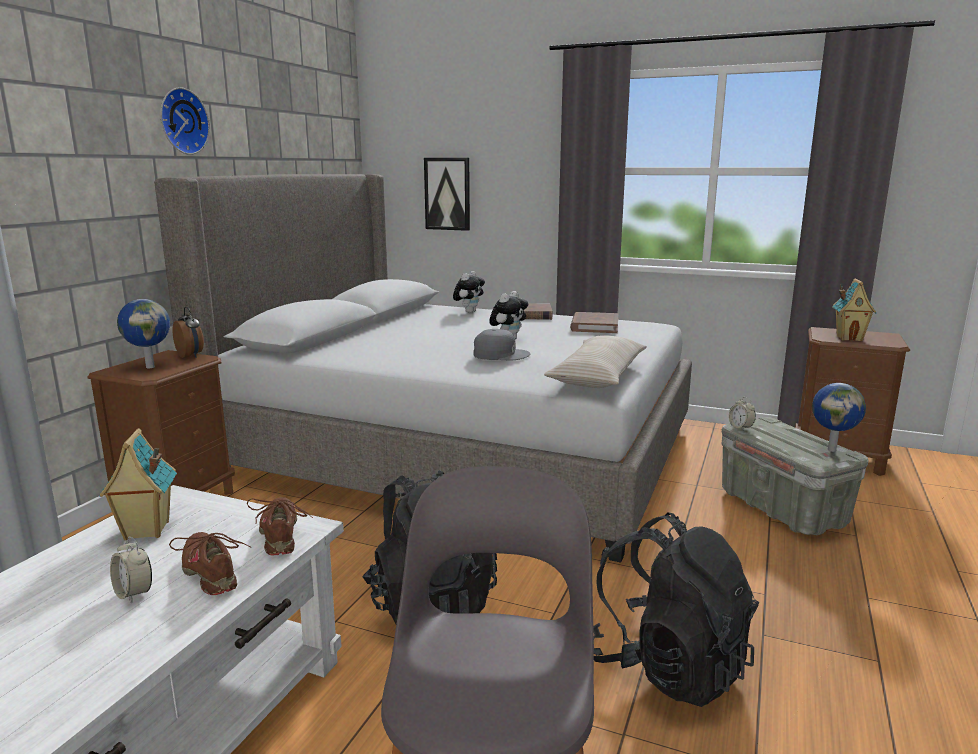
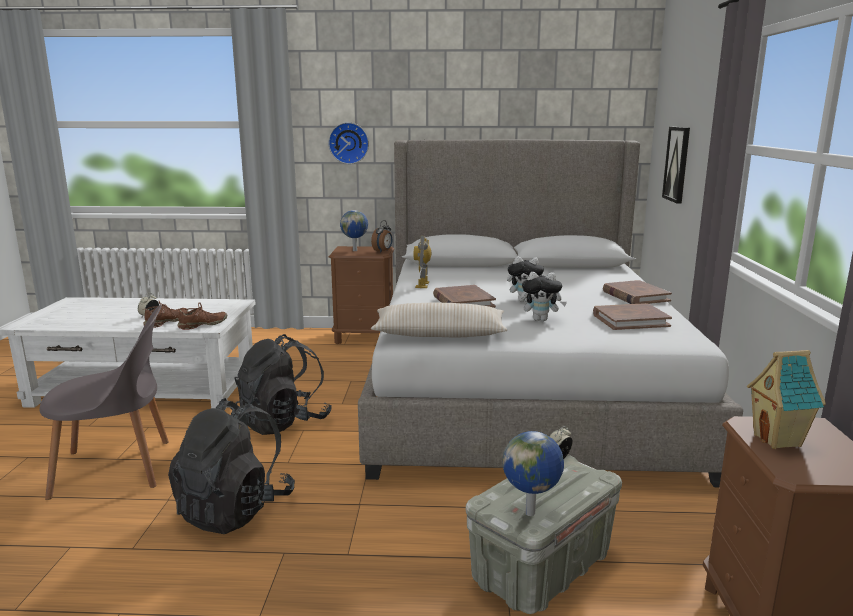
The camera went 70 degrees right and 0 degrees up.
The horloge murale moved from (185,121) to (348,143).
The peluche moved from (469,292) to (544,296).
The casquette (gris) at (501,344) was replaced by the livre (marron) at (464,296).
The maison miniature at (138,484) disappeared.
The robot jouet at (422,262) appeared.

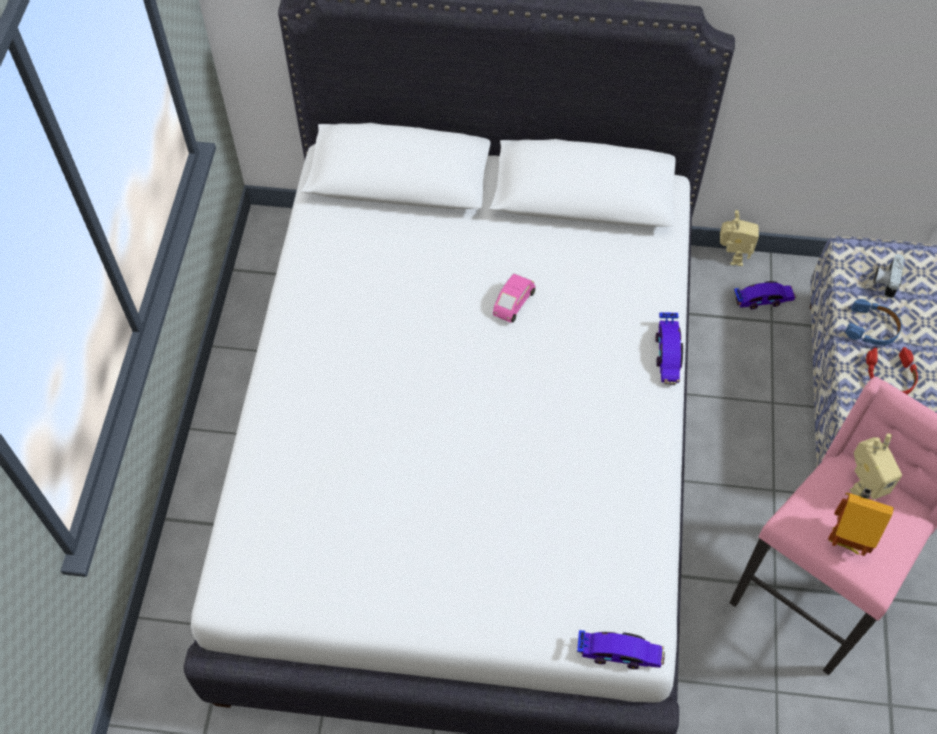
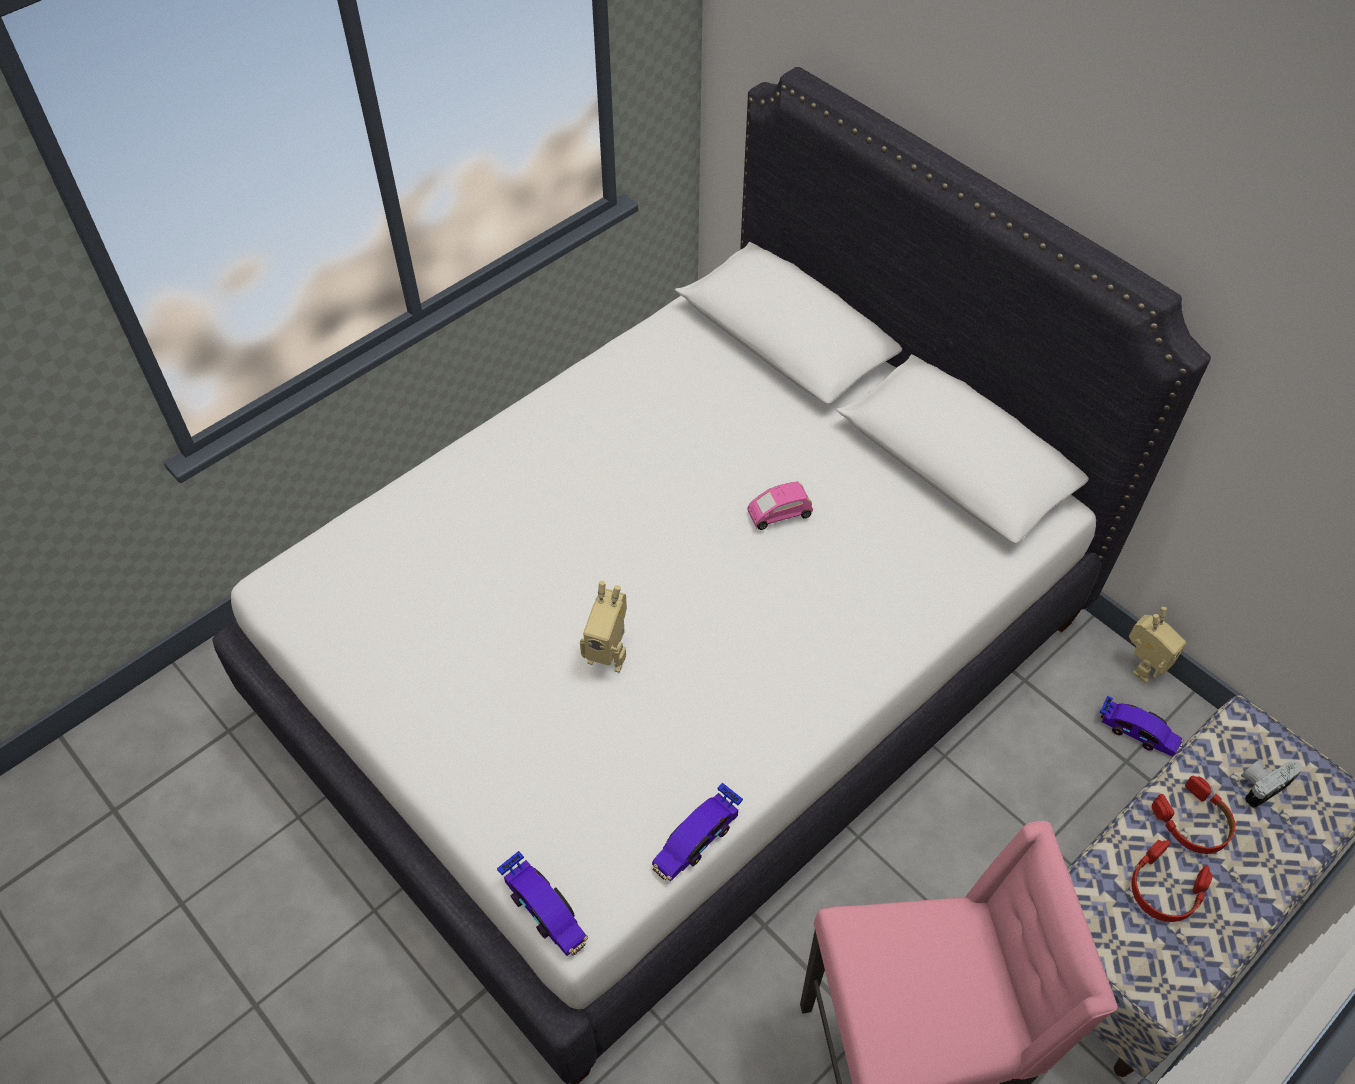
The camera went 40 degrees right and 5 degrees down.
The casque audio (bleu) at (873,322) became the casque audio (rouge) at (1193,815).
The petite voiture moved from (669,348) to (697,832).
The robot jouet moved from (876,466) to (603,627).
The maison miniature at (861,522) disappeared.

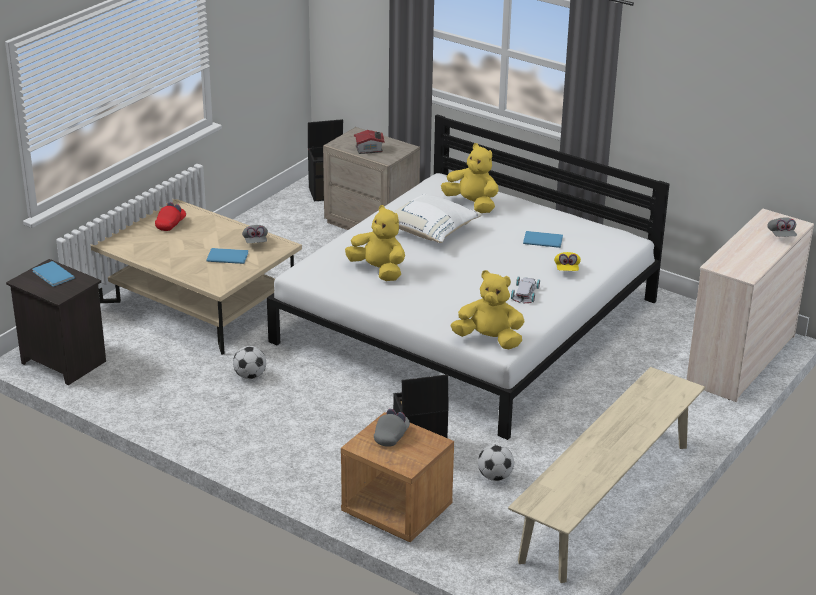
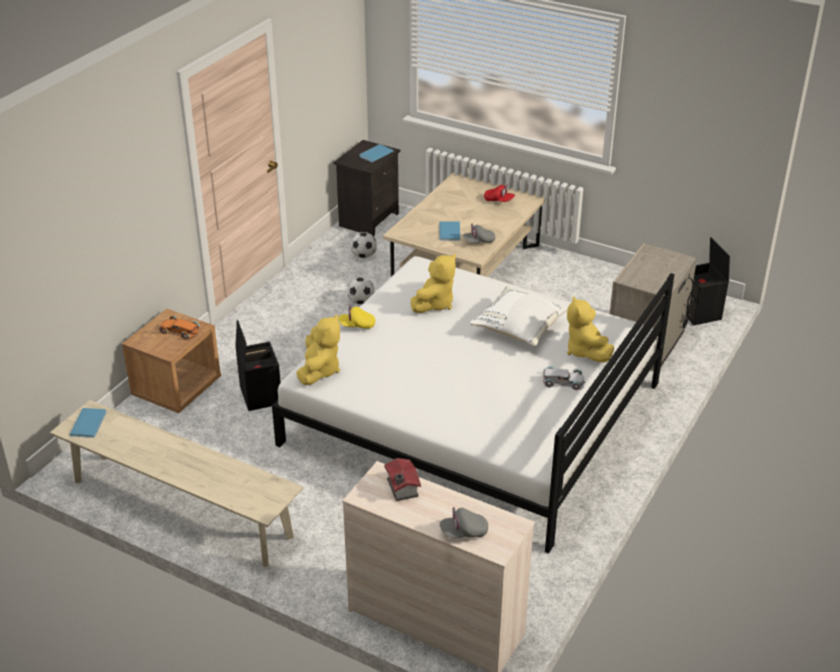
The camera went 85 degrees right and 5 degrees up.
The maison miniature moved from (369,142) to (402,479).
The peluche (jaune) at (470,178) turned 135 degrees clockwise.
The livre (bleu) moved from (543,239) to (87,423).
The casquette (jaune) moved from (567,261) to (356,317).
The petite voiture (blanc) moved from (525,290) to (564,378).
The casquette (gris) at (392,428) was replaced by the petite voiture (orange) at (179,328).
The ballon de foot moved from (496,462) to (364,245).

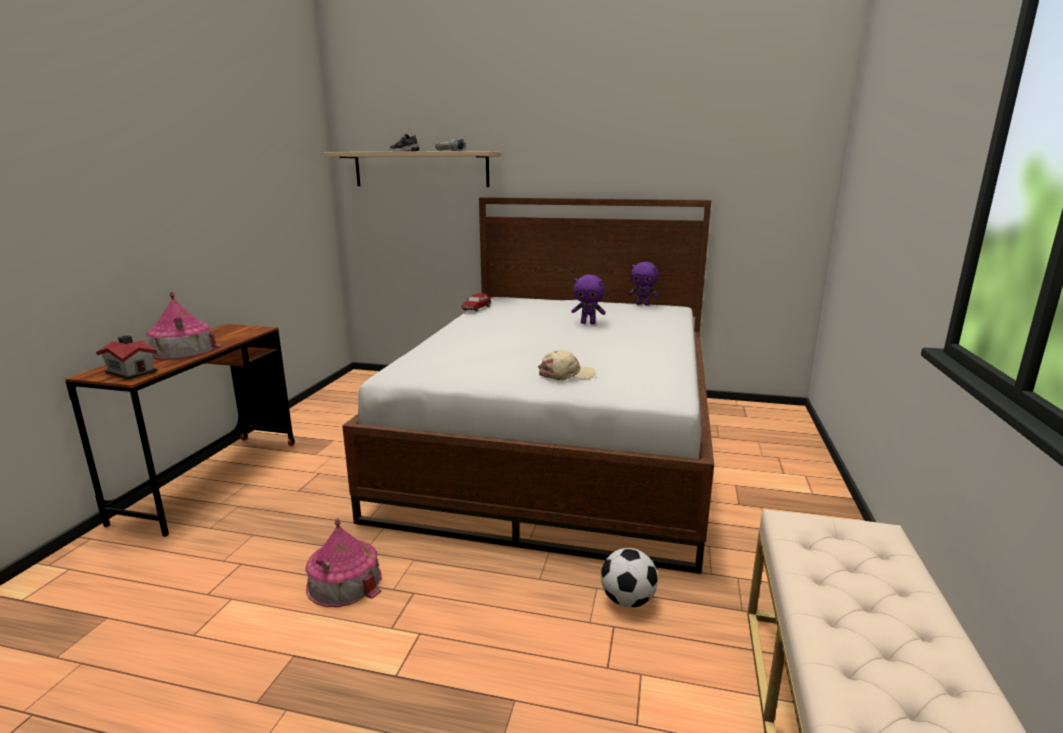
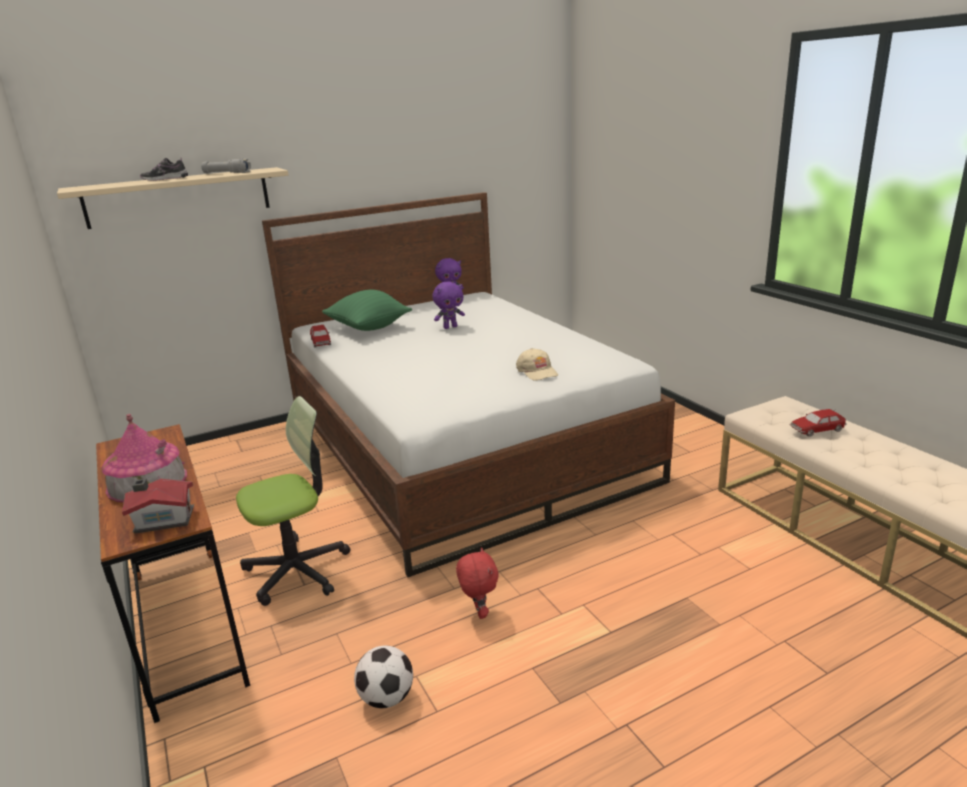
The camera went 40 degrees left and 5 degrees up.
The casquette (beige) at (567,365) turned 120 degrees clockwise.
The maison miniature at (343,562) was replaced by the peluche (rouge) at (477,583).
The ballon de foot moved from (629,578) to (383,677).
The coussin (vert) at (367,310) appeared.
The chaise de bureau at (293,501) appeared.
The petite voiture at (818,423) appeared.

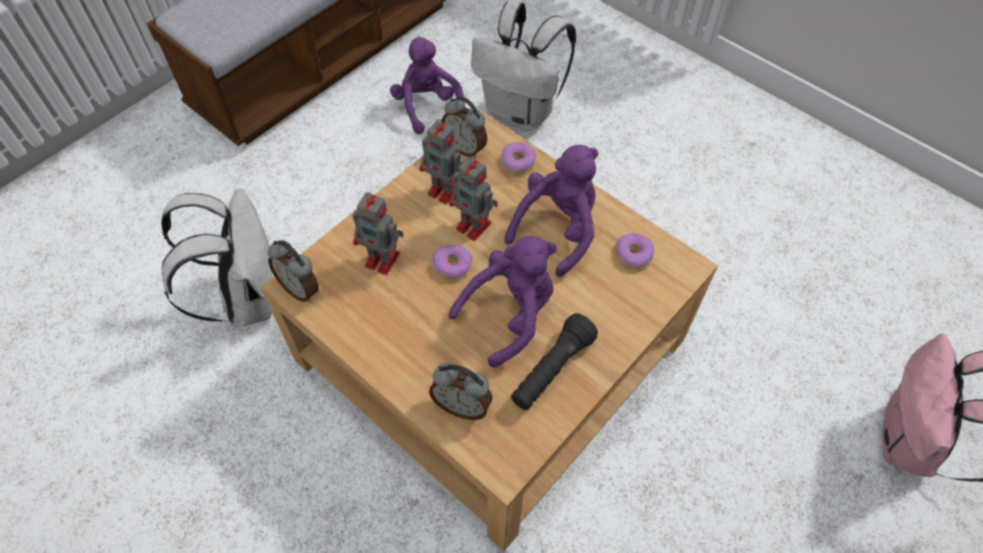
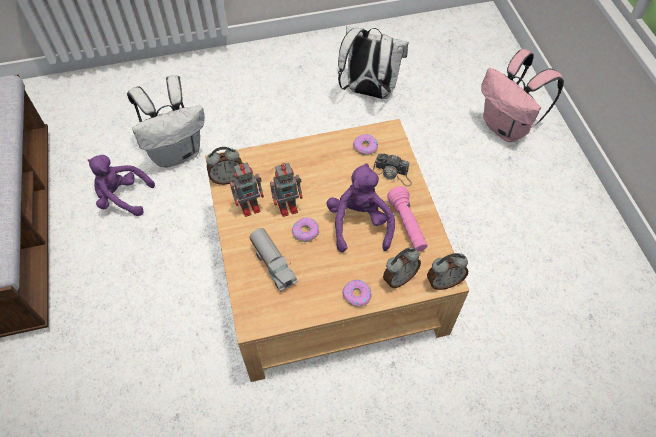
The camera went 55 degrees left and 0 degrees up.
The beignet moved from (519,157) to (357,293).
The peluche (violet) at (551,211) disappeared.
The sac à dos (blanc) moved from (216,257) to (373,62).
The robot jouet at (378,233) was replaced by the camion jouet at (273,260).
The réveil moved from (293,271) to (447,271).
The lampe de poche (noir) at (554,361) became the lampe de poche (rose) at (407,219).
The appareil photo at (392,169) appeared.

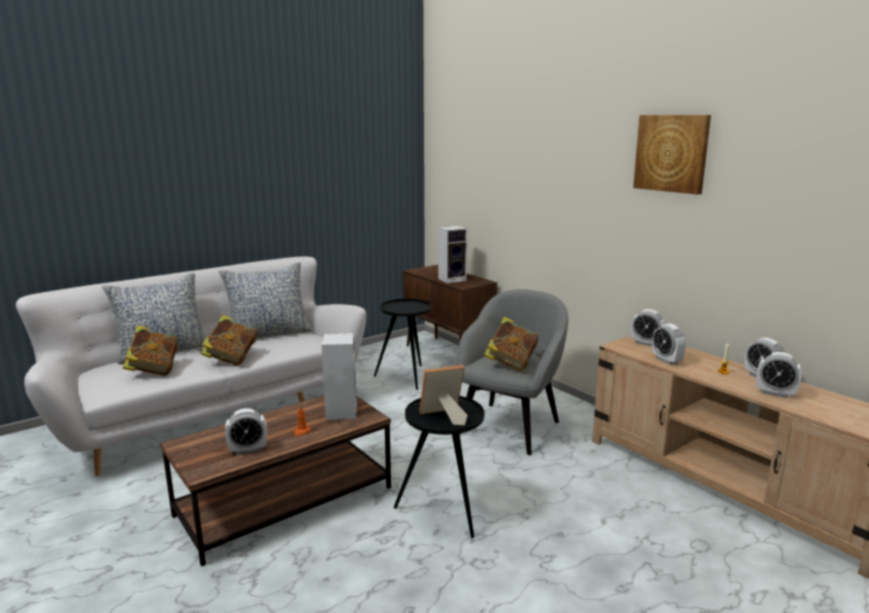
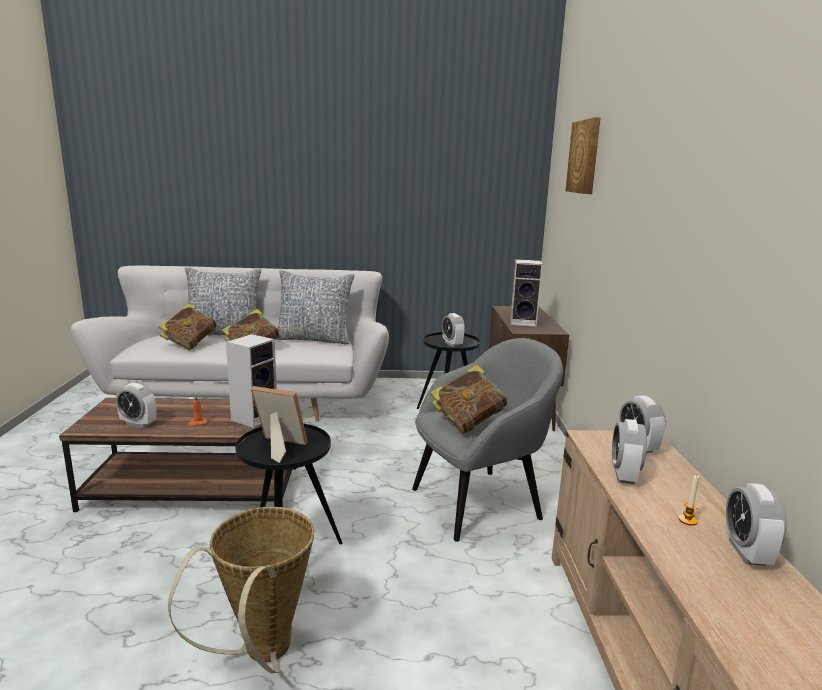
The camera went 35 degrees right and 0 degrees up.
The tableau moved from (672,155) to (583,155).
The réveil moved from (779,375) to (453,330).
The panier at (241,590) appeared.

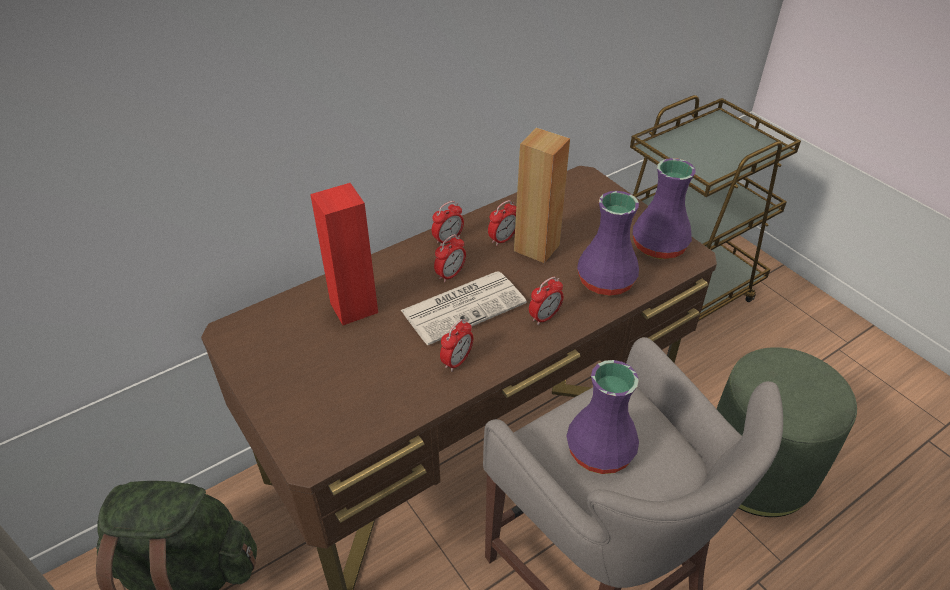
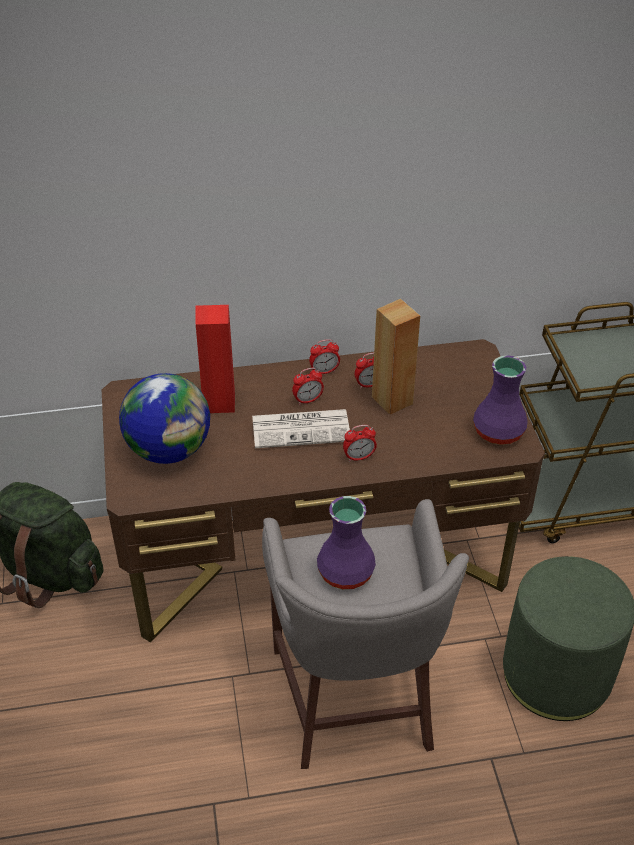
The camera went 25 degrees right and 0 degrees up.
The vase (violet) at (608,243) disappeared.
The réveil at (456,345) disappeared.
The globe at (164,418) appeared.

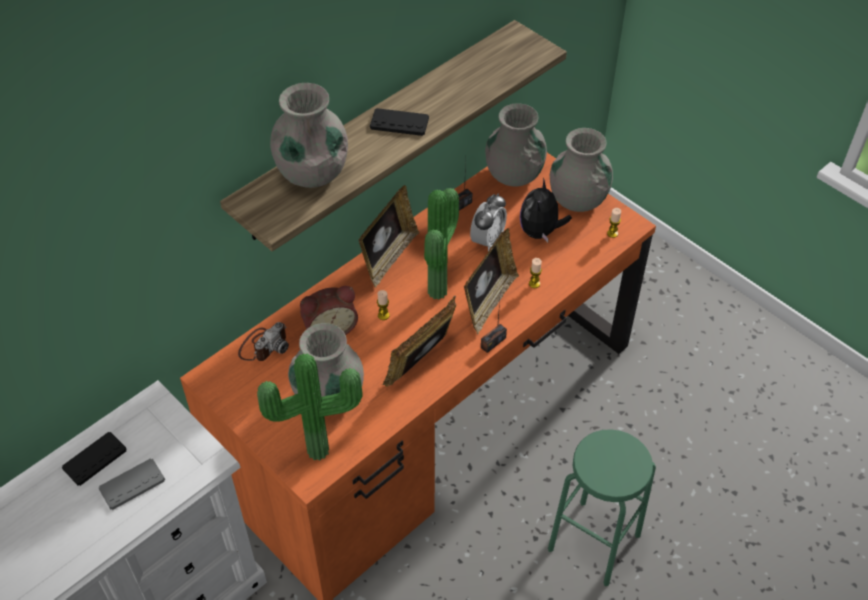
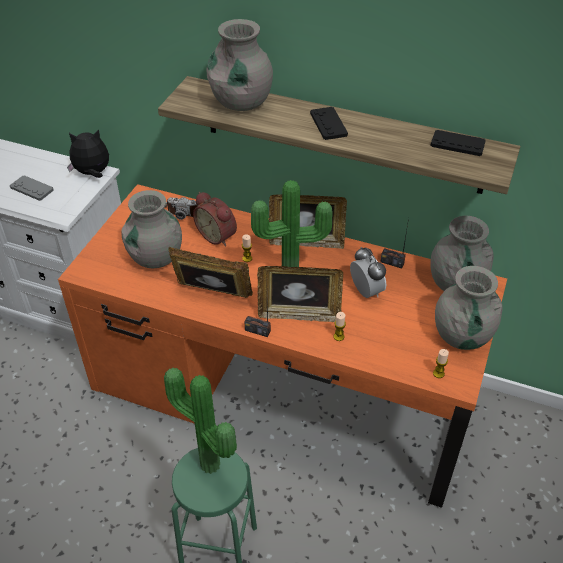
The camera went 65 degrees right and 5 degrees down.
The peluche moved from (546,210) to (88,153).
The réveil at (488,222) turned 120 degrees counterclockwise.
The plante en pot moved from (310,407) to (200,421).
The manette (noir) moved from (94,459) to (458,143).

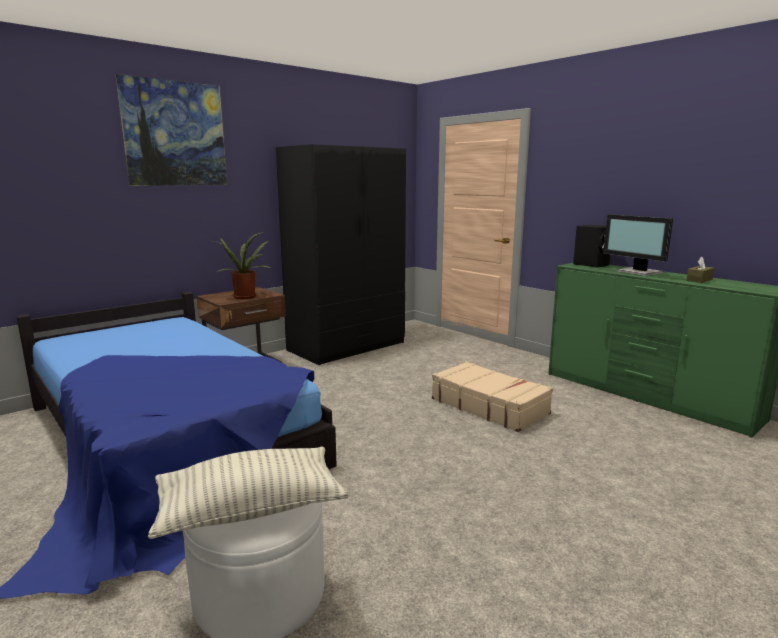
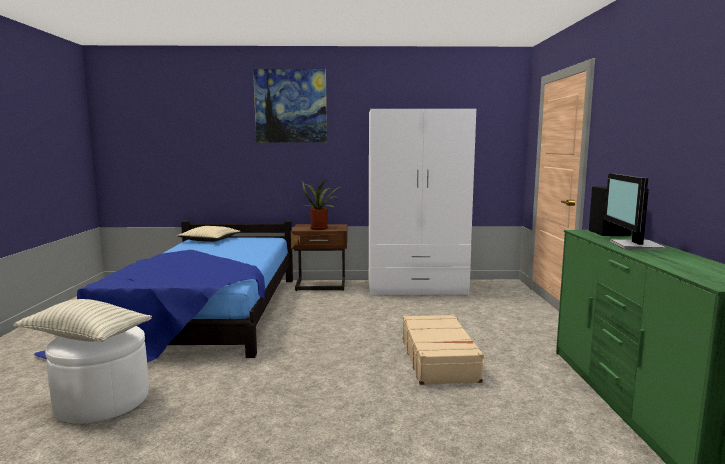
The camera went 40 degrees right and 5 degrees down.
The armoire (noir) at (341,254) became the armoire (blanc) at (422,202).
The boîte à mouchoirs (marron) at (700,270) disappeared.
The coussin (beige) at (208,234) appeared.

